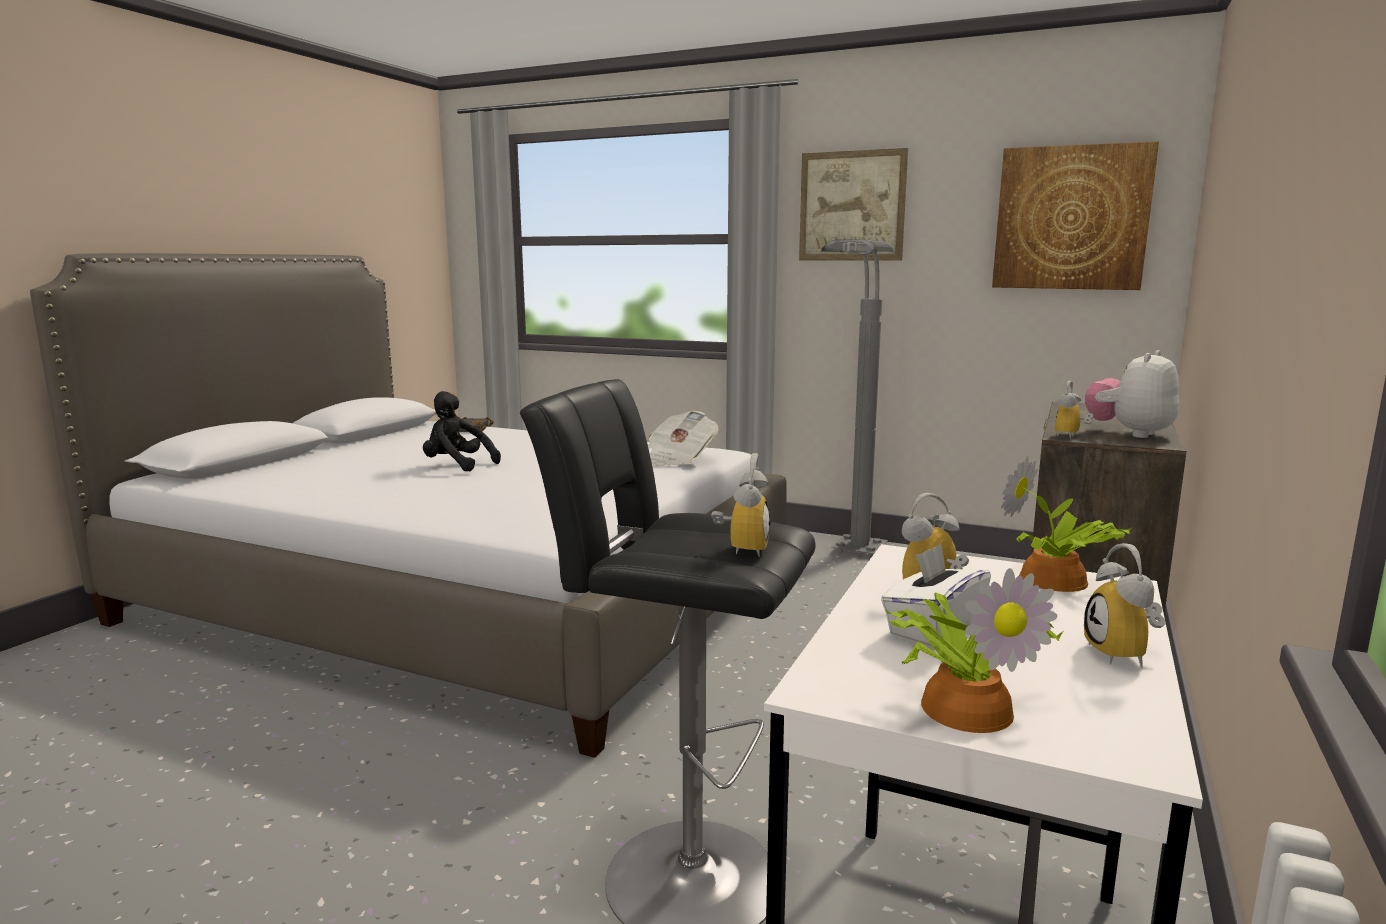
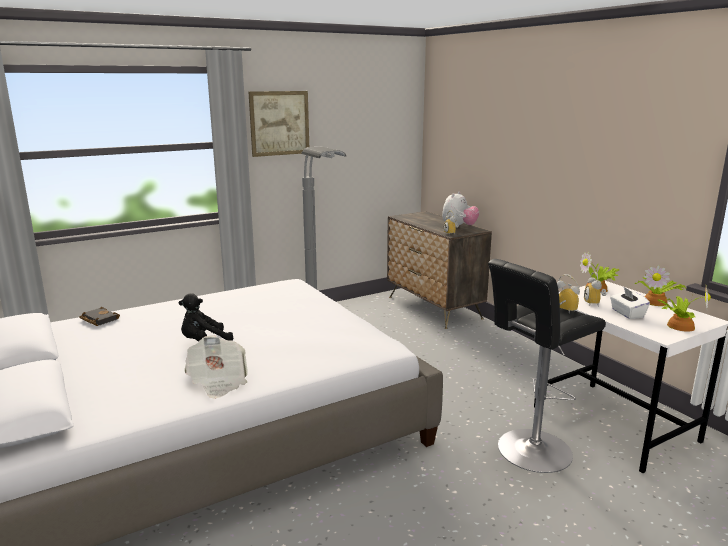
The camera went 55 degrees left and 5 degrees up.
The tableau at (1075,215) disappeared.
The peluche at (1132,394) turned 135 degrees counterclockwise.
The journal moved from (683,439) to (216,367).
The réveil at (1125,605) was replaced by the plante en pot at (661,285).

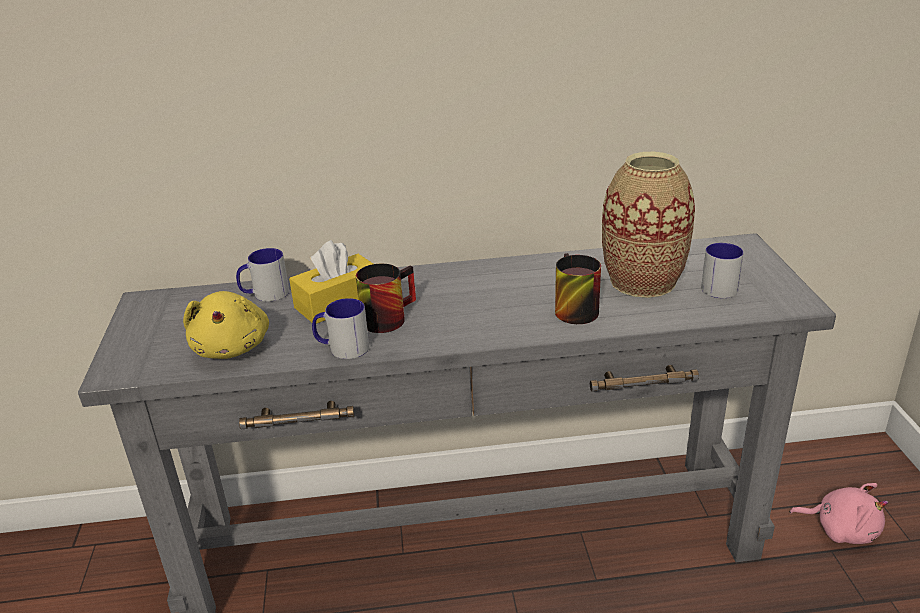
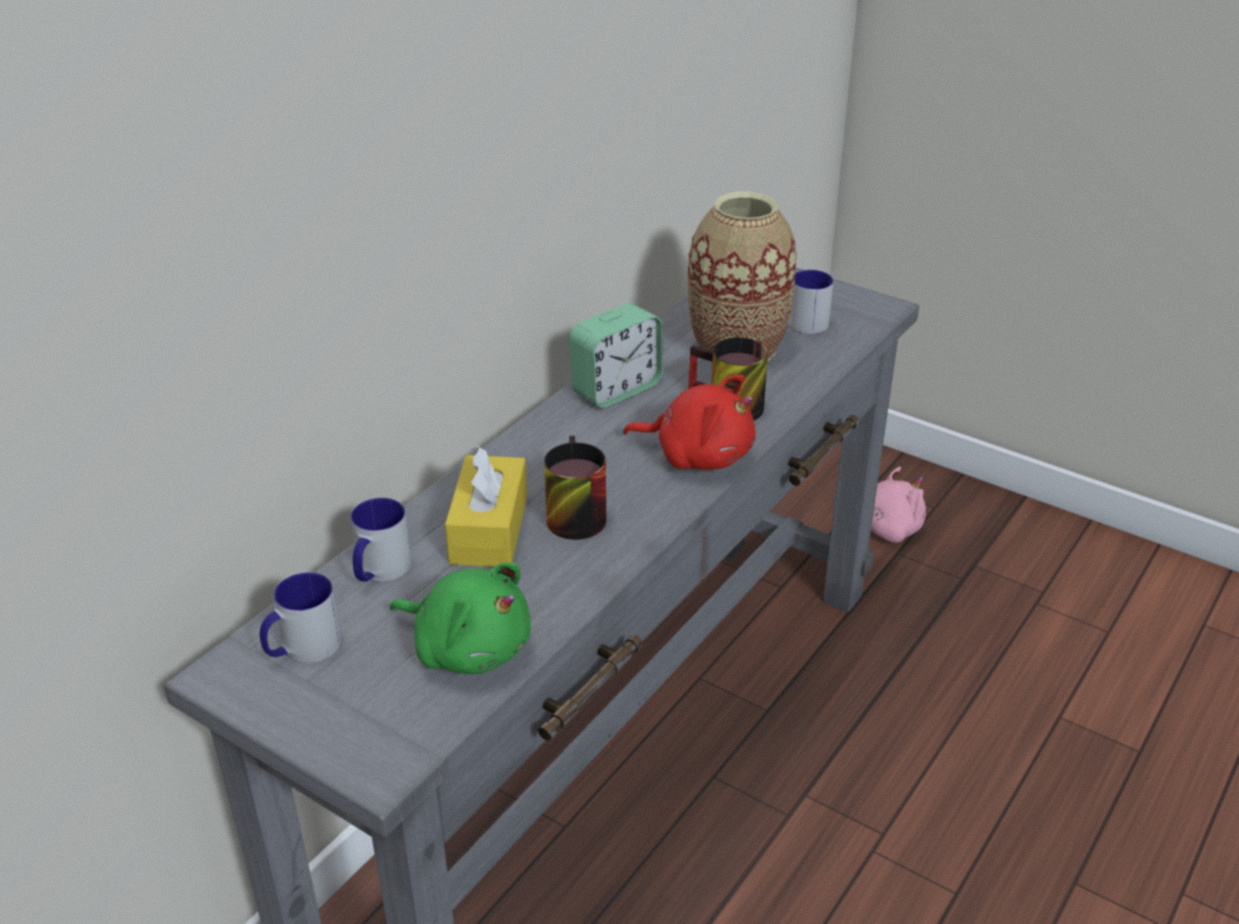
The camera went 50 degrees left and 5 degrees up.
The peluche (jaune) at (226,325) became the peluche (vert) at (460,618).
The mug moved from (340,328) to (300,617).
The réveil at (616,355) appeared.
The peluche (rouge) at (689,422) appeared.

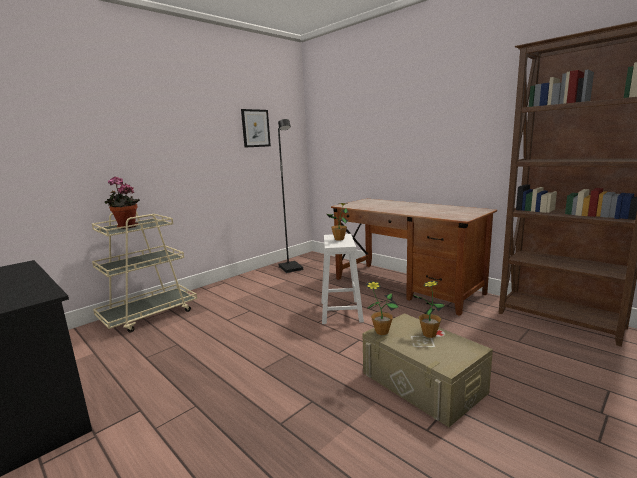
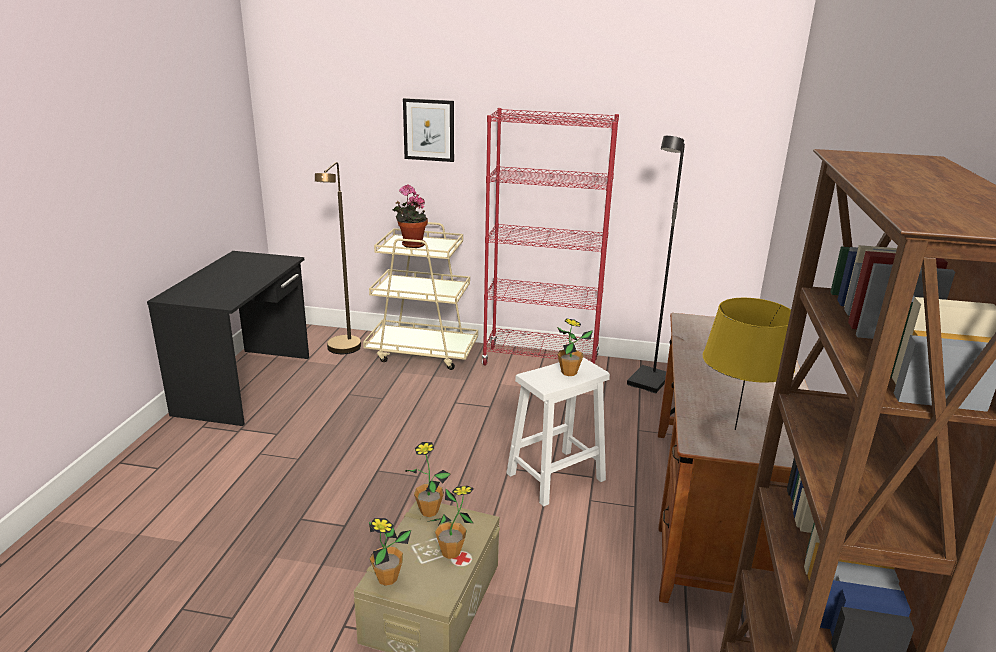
The camera went 55 degrees right and 10 degrees up.
The tableau moved from (256,128) to (428,130).
The bibliothèque (rouge) at (550,237) appeared.
The lampadaire (marron) at (338,258) appeared.
The lampe de table (jaune) at (749,364) appeared.
The plante en pot at (390,552) appeared.

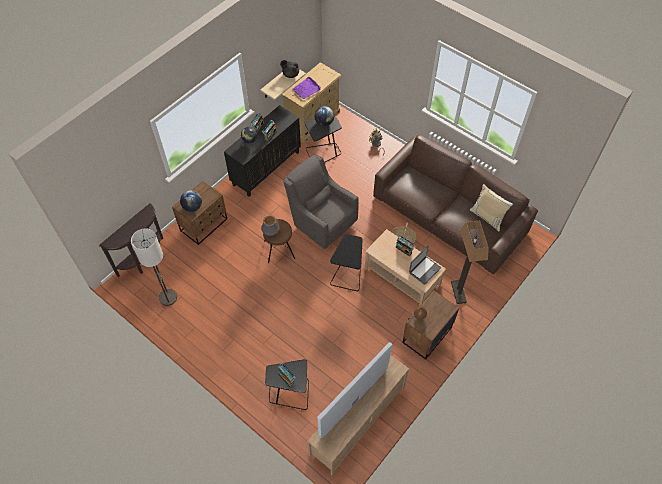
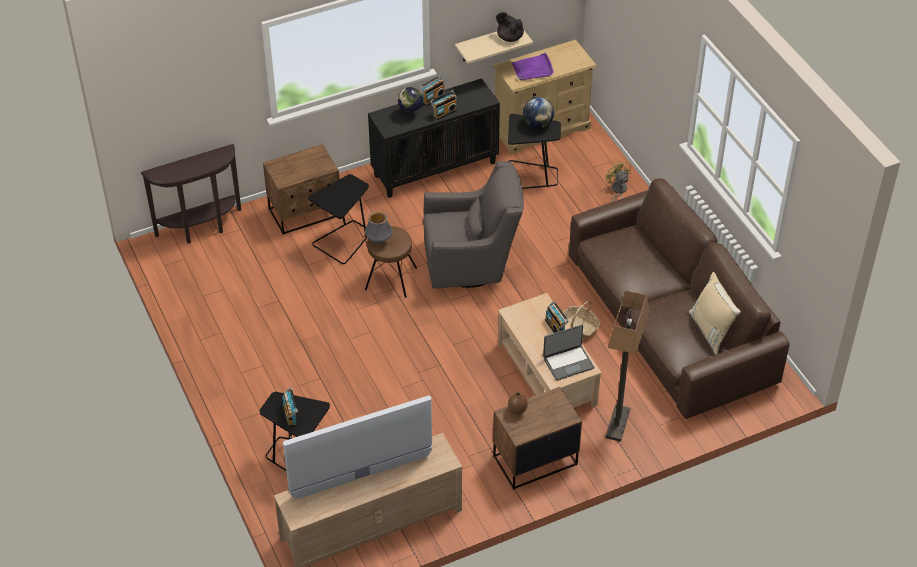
The camera went 25 degrees right and 10 degrees down.
The fauteuil (gris) at (321,202) turned 105 degrees clockwise.
The globe at (191,201) disappeared.
The lampadaire at (154,267) disappeared.
The table d'appoint (noir) moved from (346,262) to (338,219).

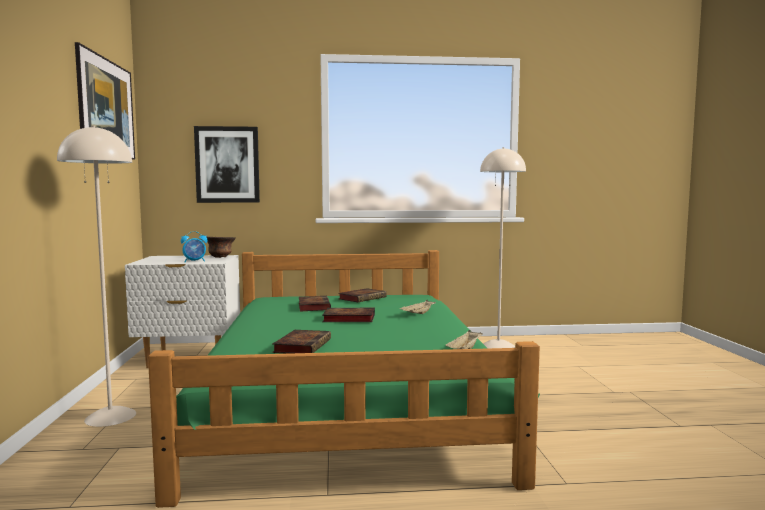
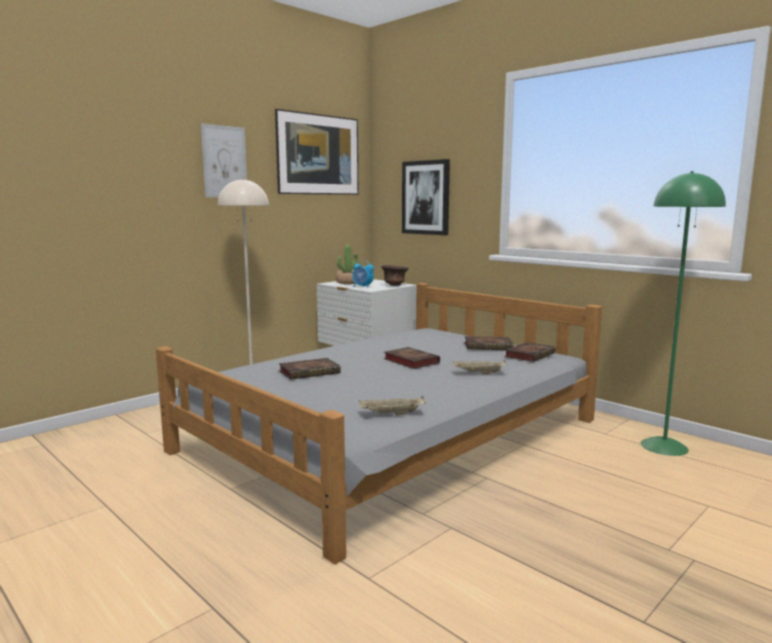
The camera went 50 degrees right and 5 degrees up.
The lampadaire (beige) at (503,247) became the lampadaire (vert) at (683,313).
The lit (vert) at (344,379) became the lit (gris) at (379,423).
The livre moved from (315,303) to (529,352).
The tableau at (224,160) appeared.
The plante en pot at (347,264) appeared.

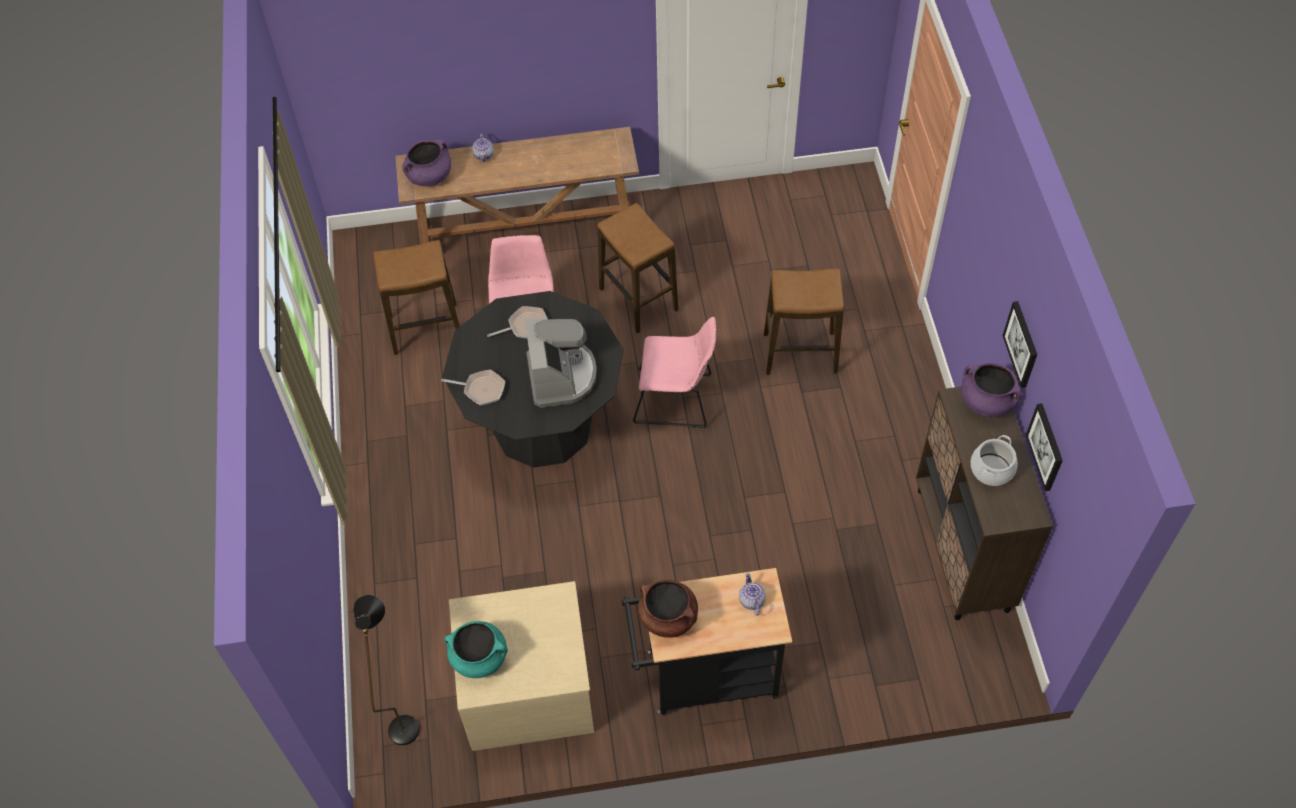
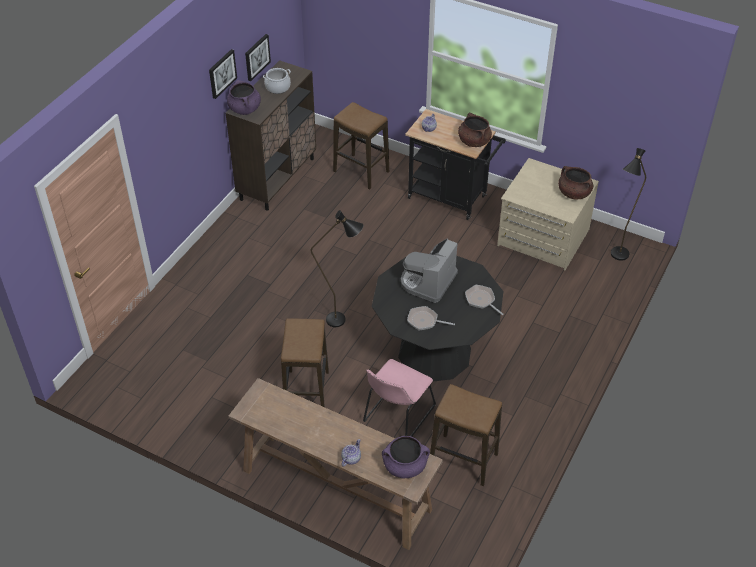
The camera went 145 degrees left and 10 degrees down.
The tabouret moved from (804,322) to (361,145).
The chaise (rose) at (674,372) was replaced by the lampadaire (noir) at (337,268).
The marmite (turquoise) at (476,649) became the marmite (marron) at (575,183).

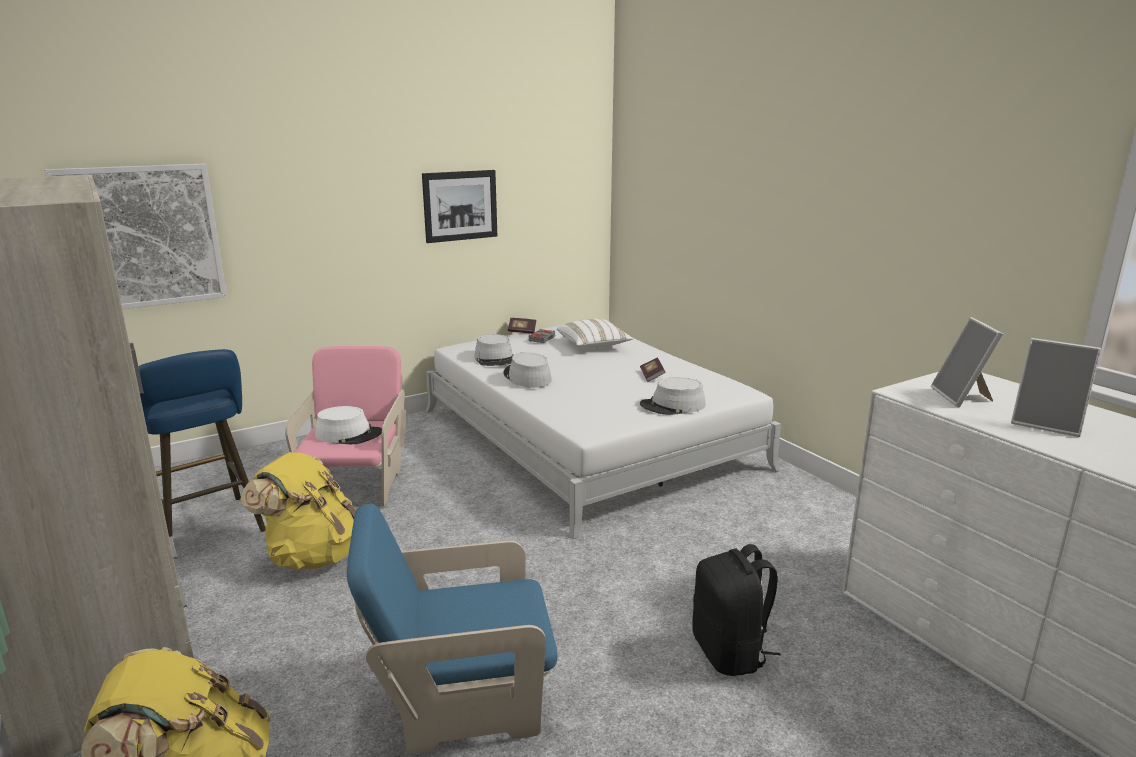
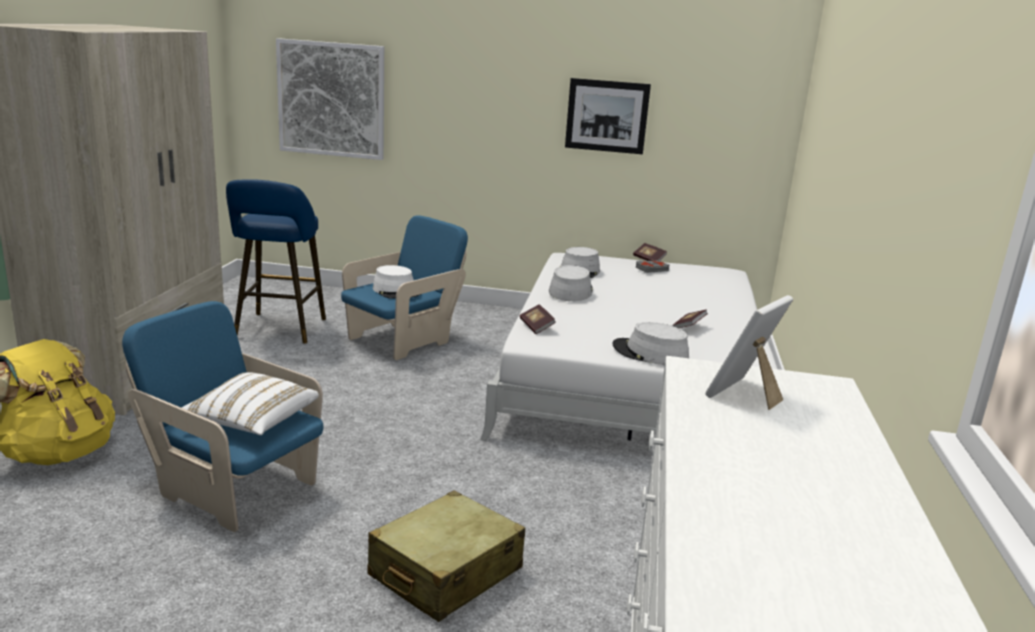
The camera went 40 degrees right and 0 degrees up.
The coussin (blanc) moved from (595,333) to (250,403).
The cadre photo at (1056,387) disappeared.
The fauteuil (rose) at (345,426) became the fauteuil (bleu) at (404,287).
The sac à dos (jaune) at (298,511) disappeared.
The sac à dos (noir) at (736,610) was replaced by the valise (beige) at (446,556).
The livre at (538,319) appeared.

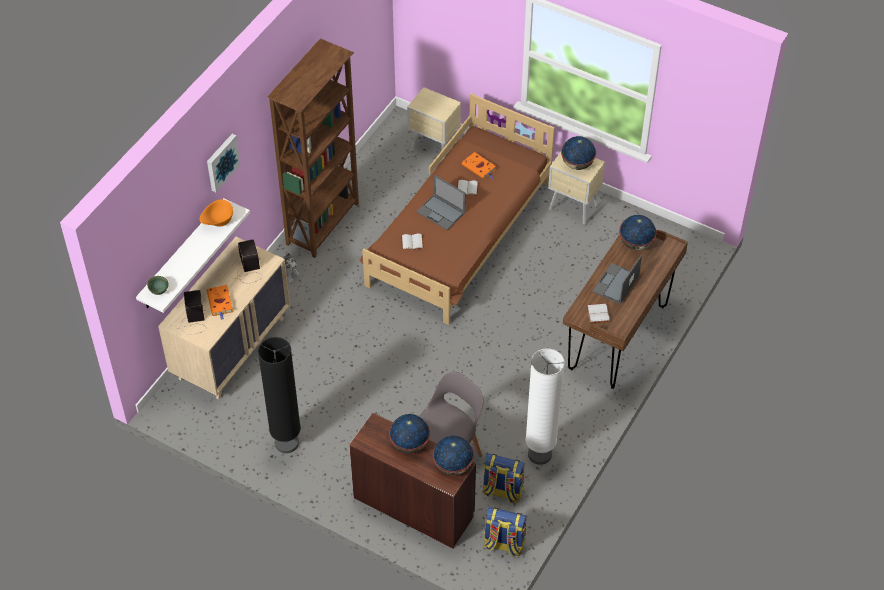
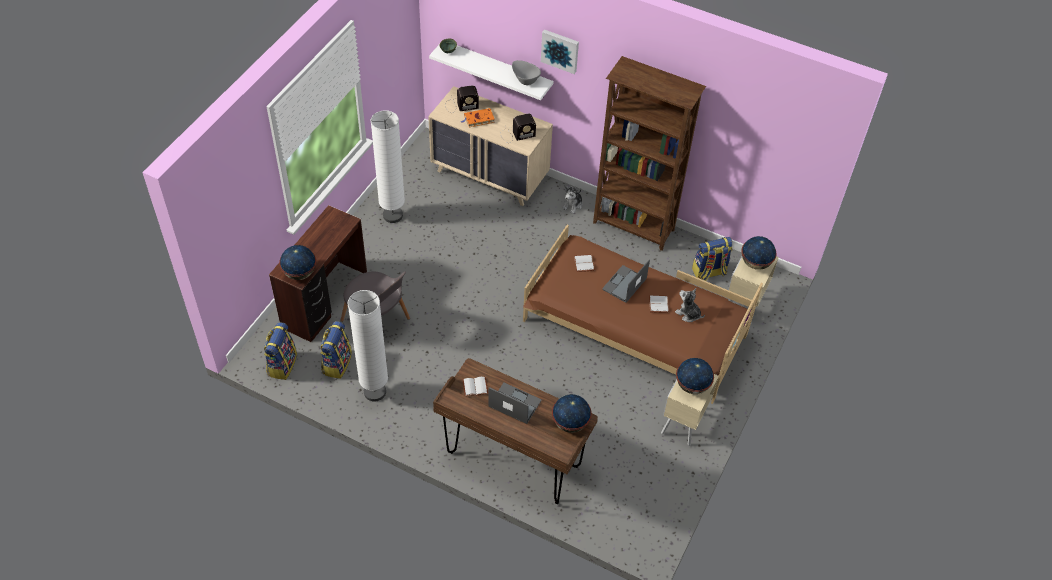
The camera went 85 degrees right and 0 degrees up.
The livre (orange) at (479,165) was replaced by the peluche at (690,305).
The bol (orange) at (216,212) became the bol (gris) at (526,72).
The lampadaire (noir) at (279,395) became the lampadaire (blanc) at (387,166).
The globe moved from (409,433) to (759,253).
The sac à dos at (712,259) appeared.

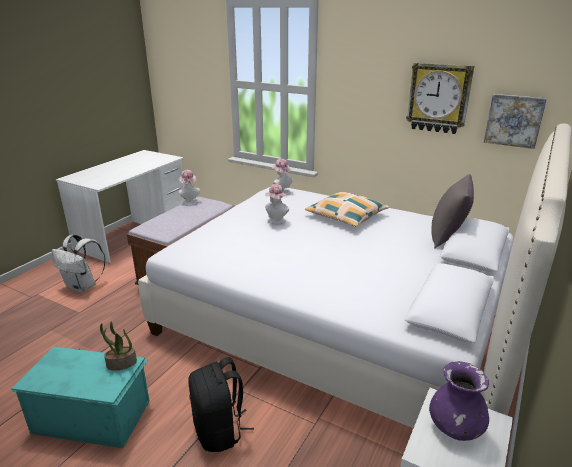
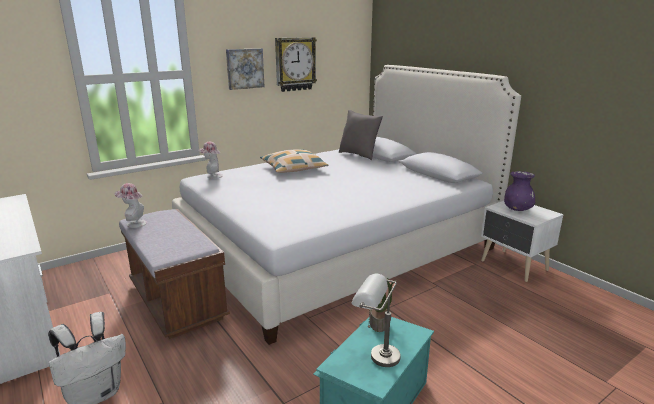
The camera went 65 degrees left and 5 degrees down.
The tableau moved from (515,121) to (245,69).
The chapeau at (277,204) disappeared.
The sac à dos (noir) at (221,404) disappeared.
The lampe de table (gris) at (376,320) appeared.

